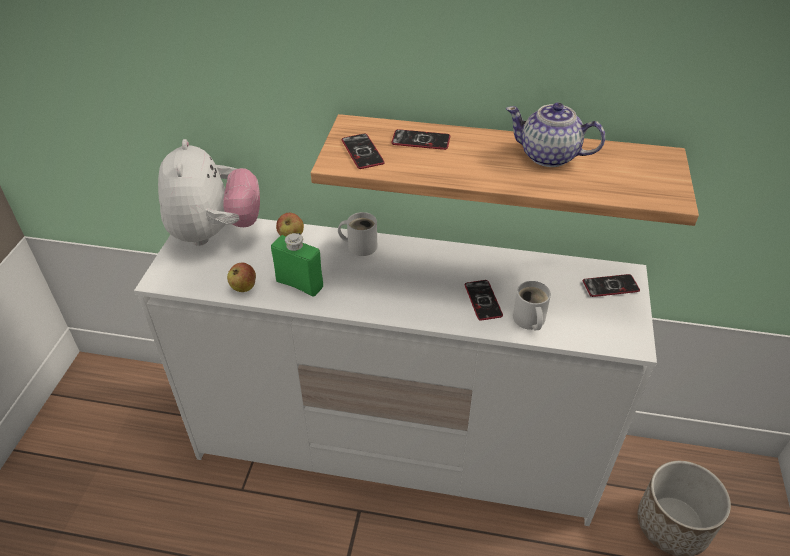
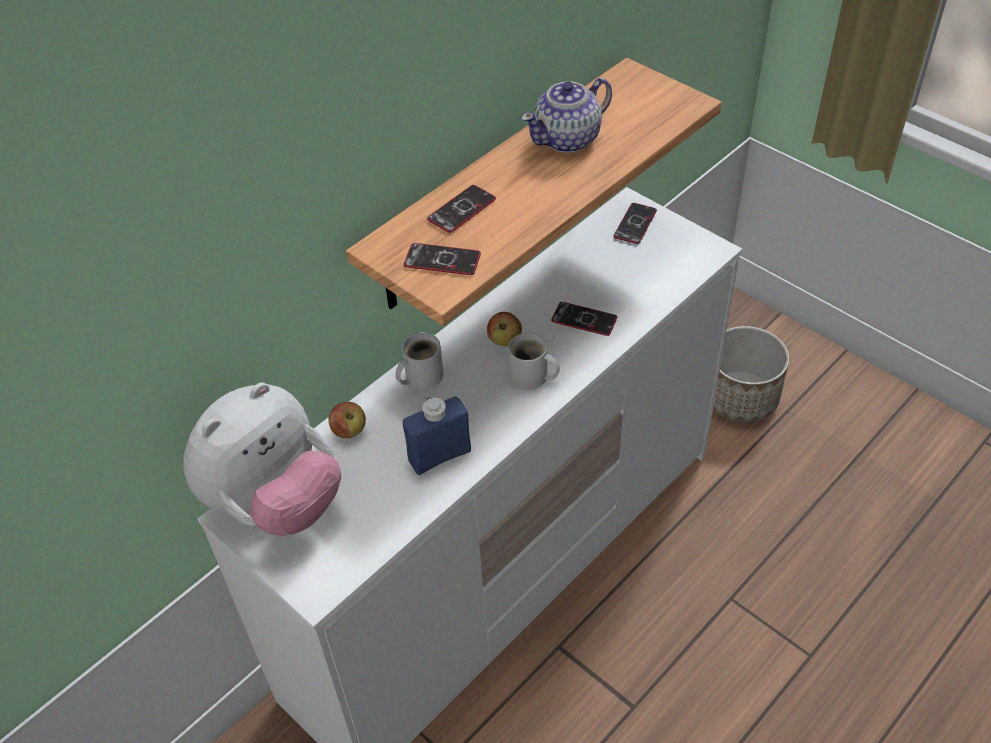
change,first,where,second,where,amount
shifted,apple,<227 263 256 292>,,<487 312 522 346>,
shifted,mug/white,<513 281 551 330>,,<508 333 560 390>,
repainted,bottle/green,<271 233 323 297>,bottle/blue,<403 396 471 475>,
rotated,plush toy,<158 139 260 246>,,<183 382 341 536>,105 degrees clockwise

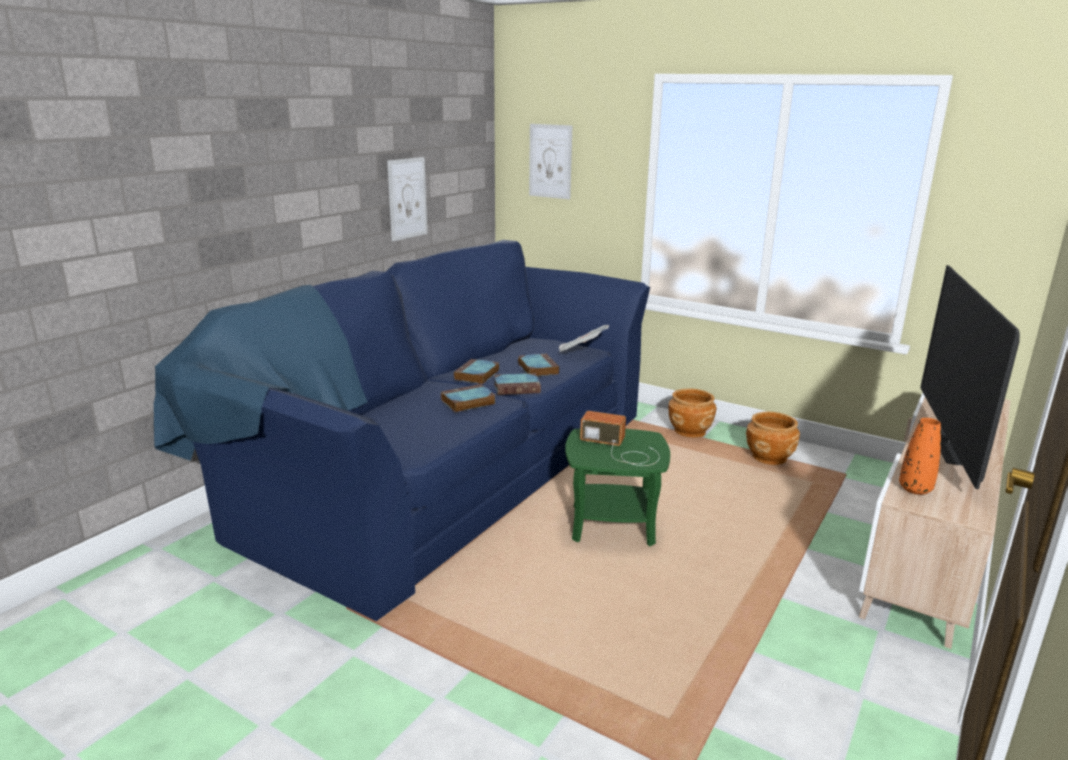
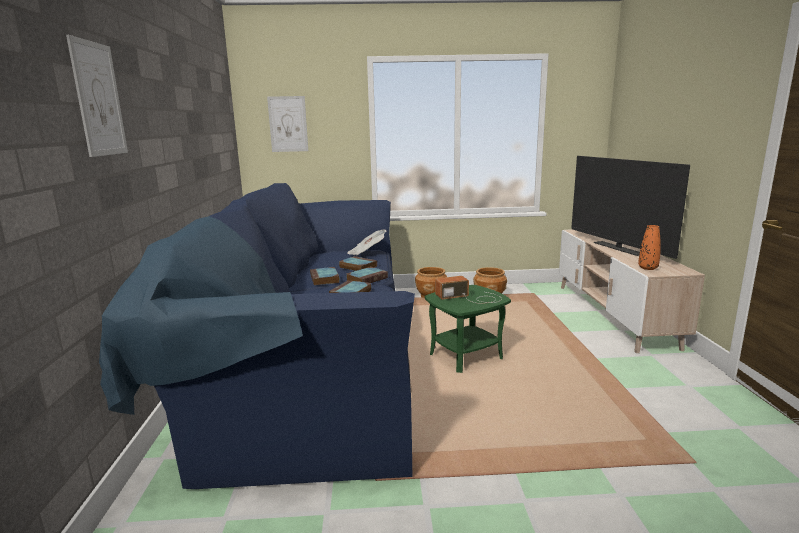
change,first,where,second,where,amount
shifted,picture,<387 157 427 241>,,<66 35 128 157>,

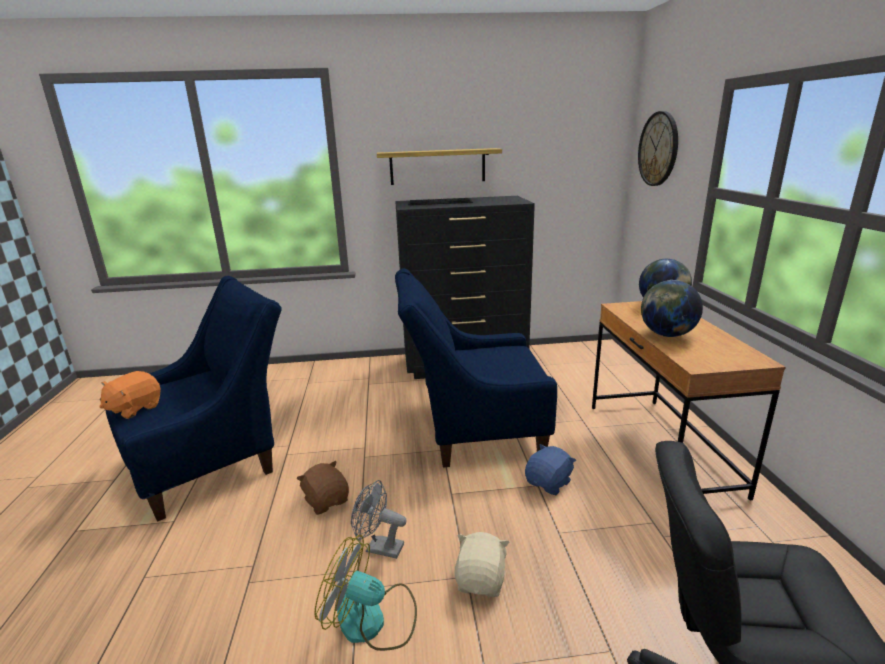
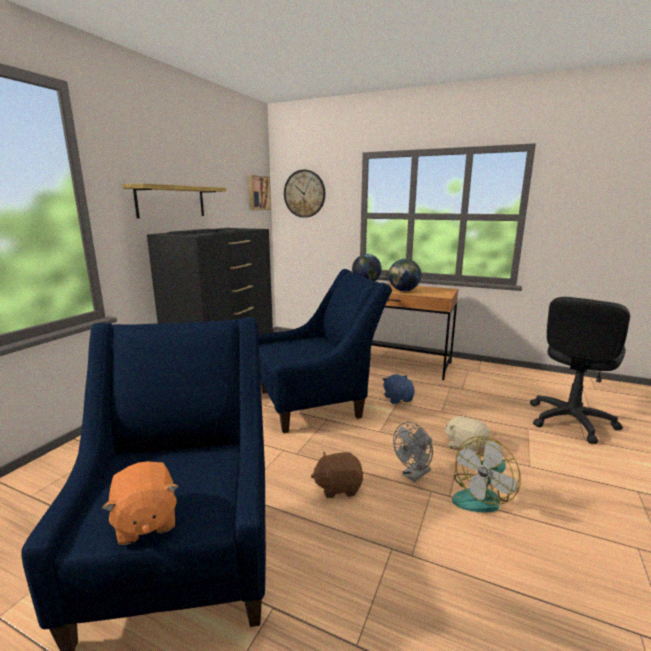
change,first,where,second,where,amount
new,,,picture,<248 175 271 210>,
rotated,armchair/blue,<395 268 557 468>,,<258 269 392 433>,135 degrees counterclockwise

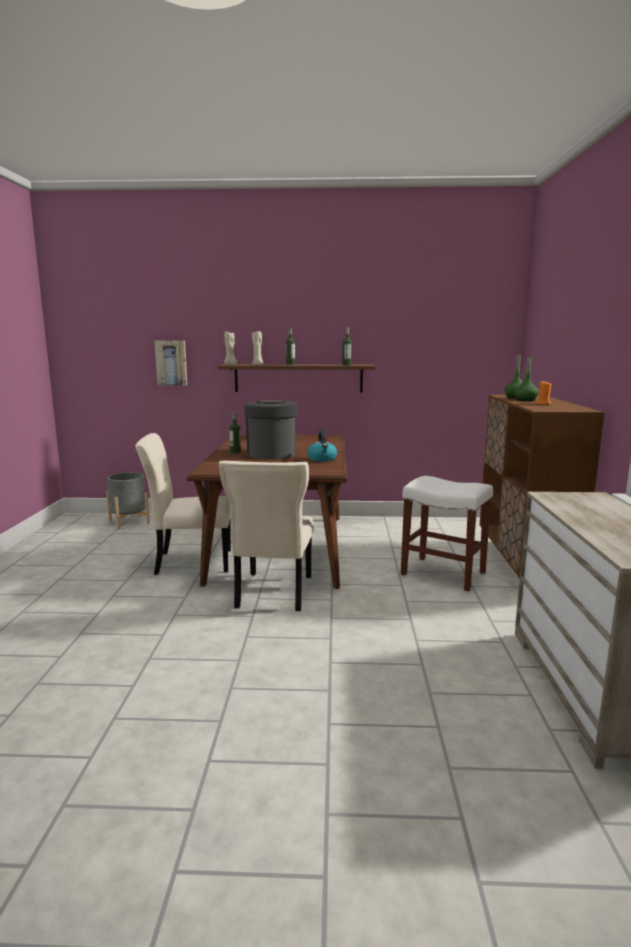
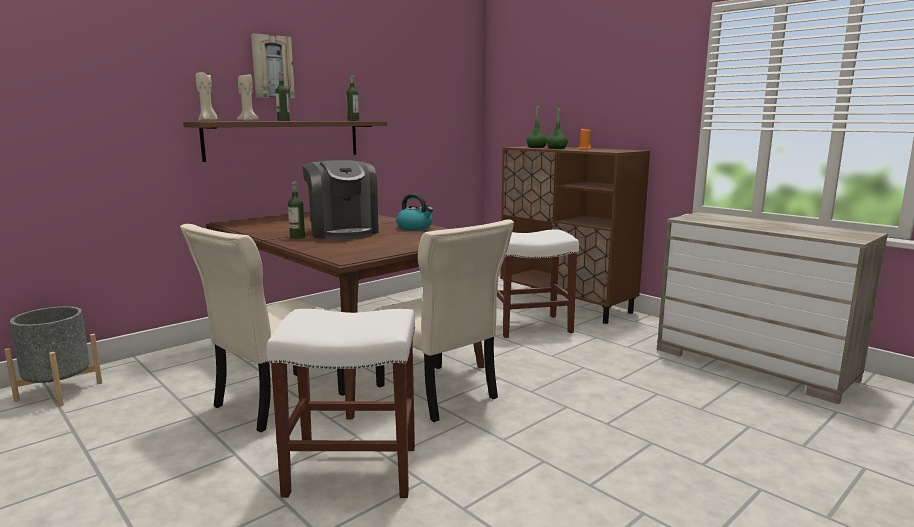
change,first,where,second,where,amount
new,,,stool/white,<267 309 415 498>,
shifted,picture,<154 340 187 385>,,<251 33 295 98>,
rotated,coffee machine,<244 400 298 460>,,<302 160 379 240>,150 degrees counterclockwise

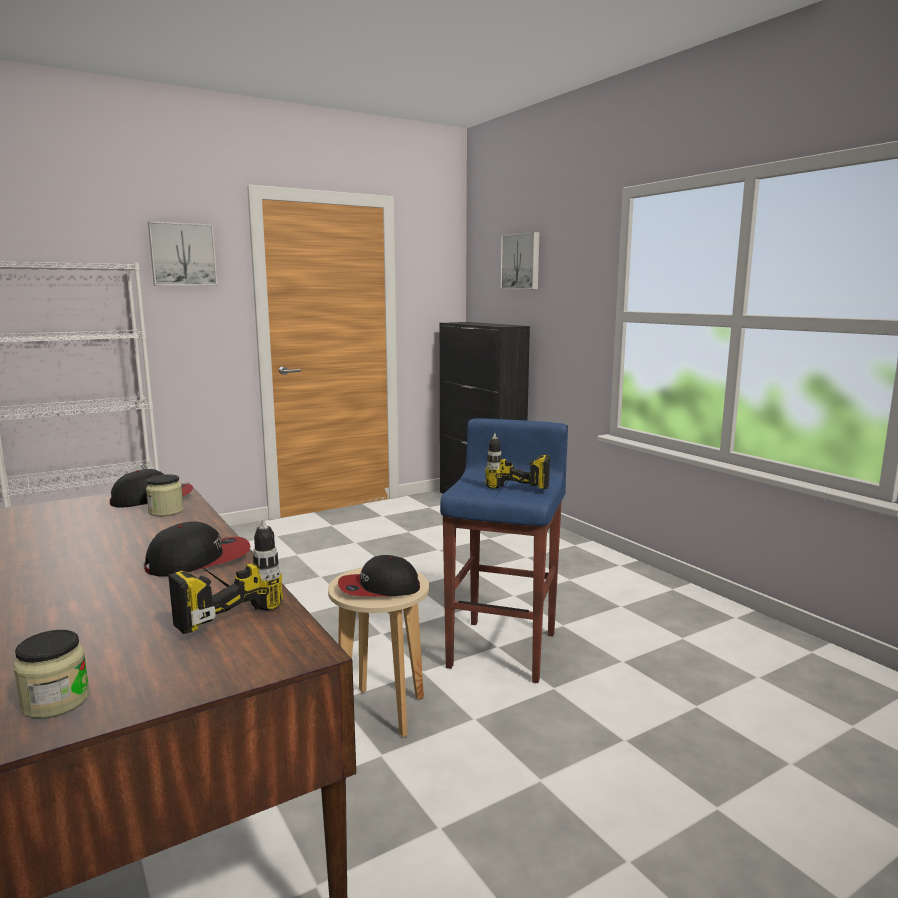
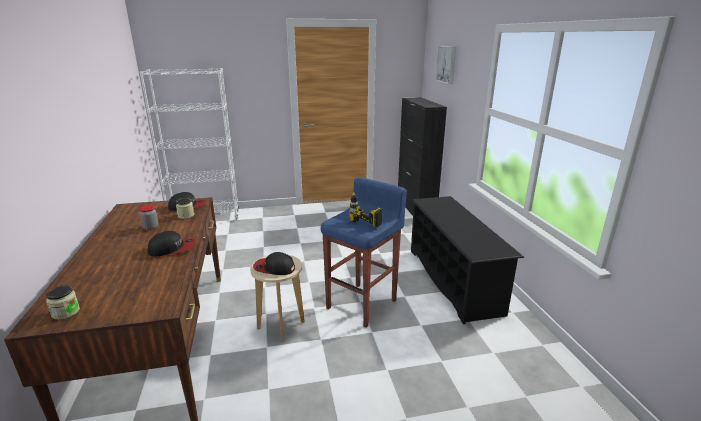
change,first,where,second,where,amount
gone,picture,<148 221 217 286>,,,
gone,power drill,<168 519 283 634>,,,
new,,,jar,<139 205 158 230>,
new,,,shoe rack/black,<411 196 524 324>,

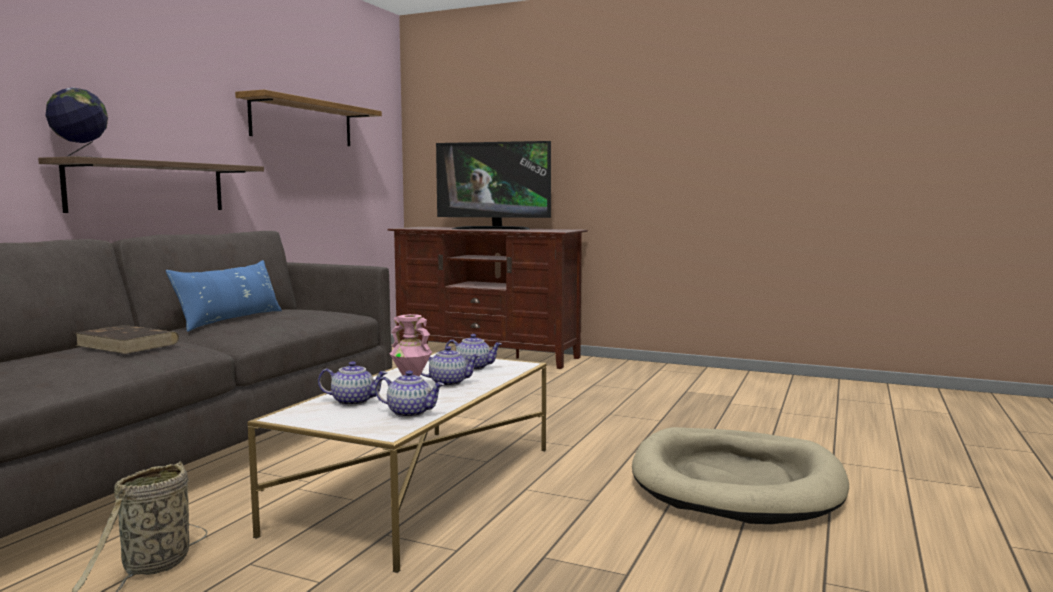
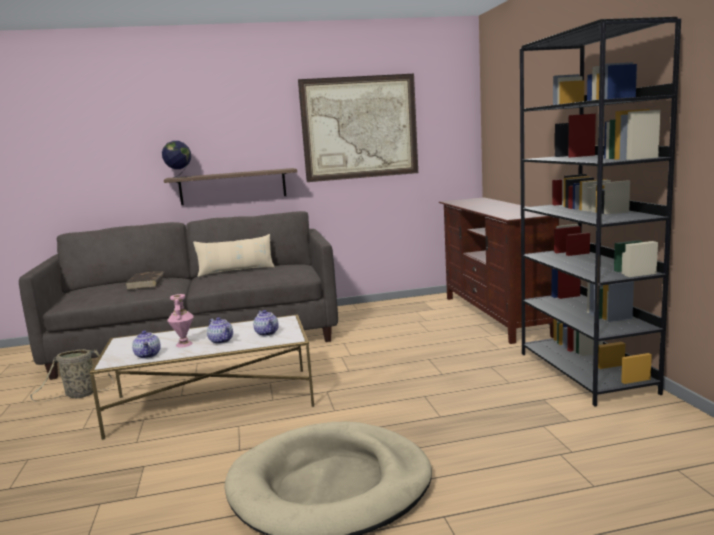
change,first,where,second,where,amount
gone,teapot,<318 361 387 406>,,,
gone,television,<436 141 551 230>,,,
new,,,bookcase/black,<520 17 681 407>,
swapped,shelf,<235 89 382 146>,picture,<298 74 418 182>,
repainted,pillow/blue,<166 260 282 332>,pillow/beige,<193 234 275 277>,

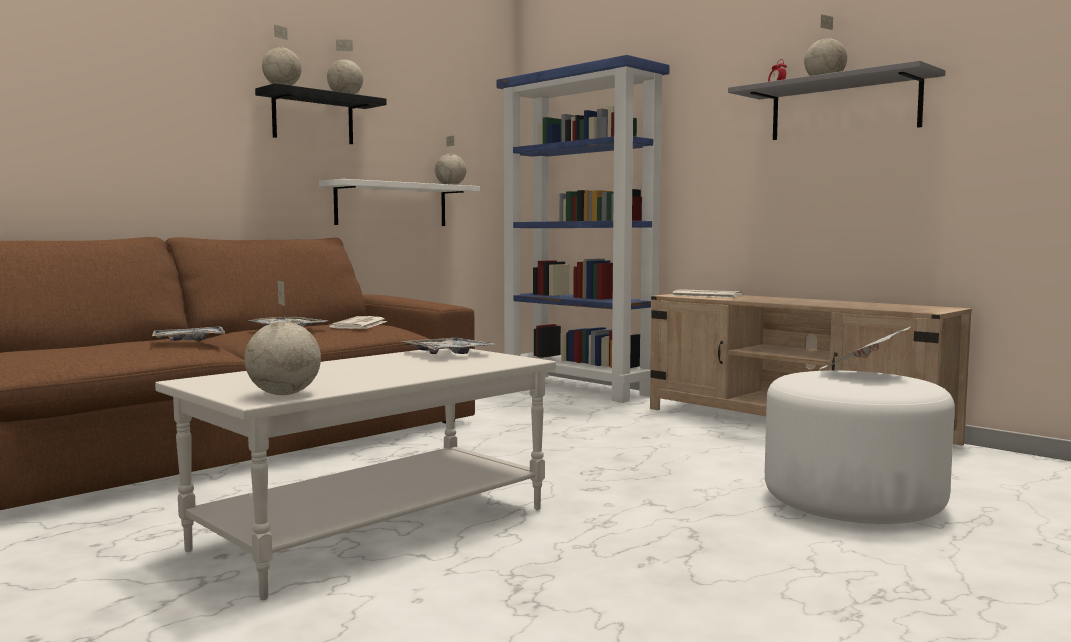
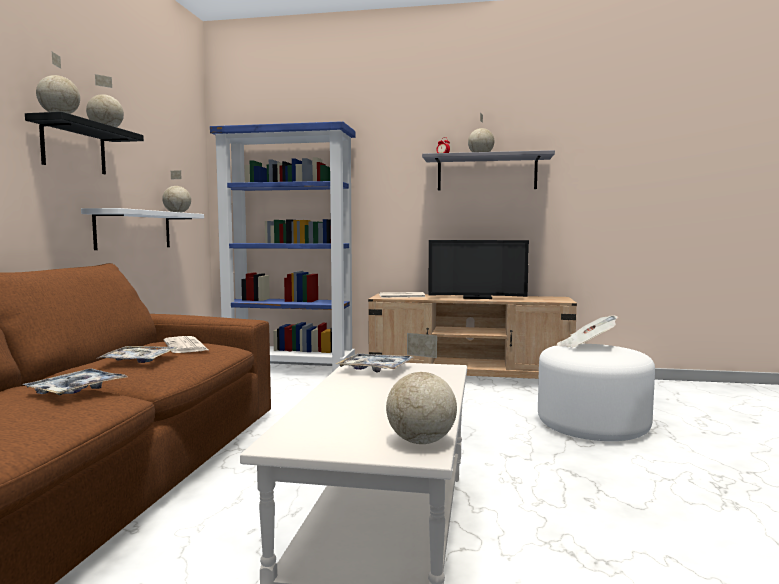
change,first,where,second,where,amount
new,,,television,<428 240 529 299>,

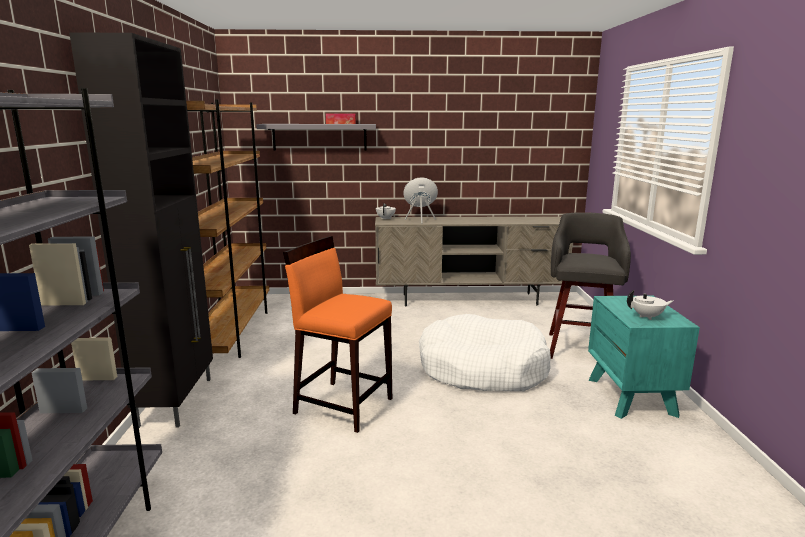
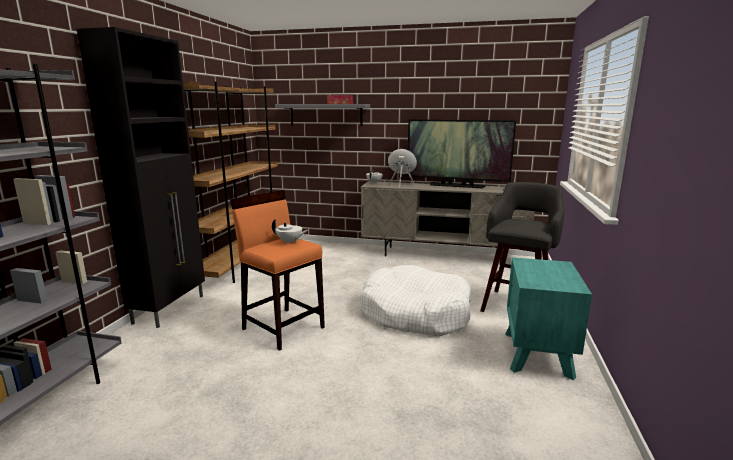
change,first,where,second,where,amount
new,,,television,<407 119 516 188>,
shifted,teapot/white,<627 290 673 320>,,<272 219 308 244>,

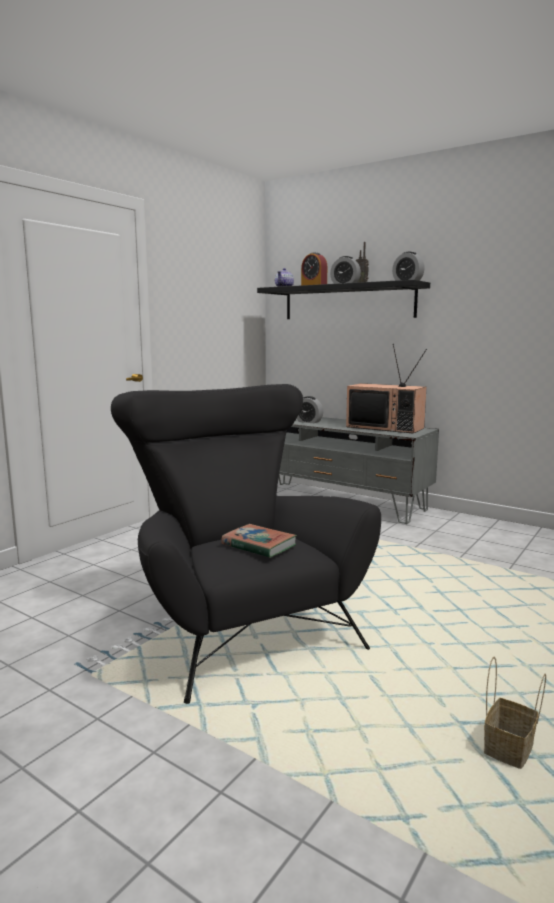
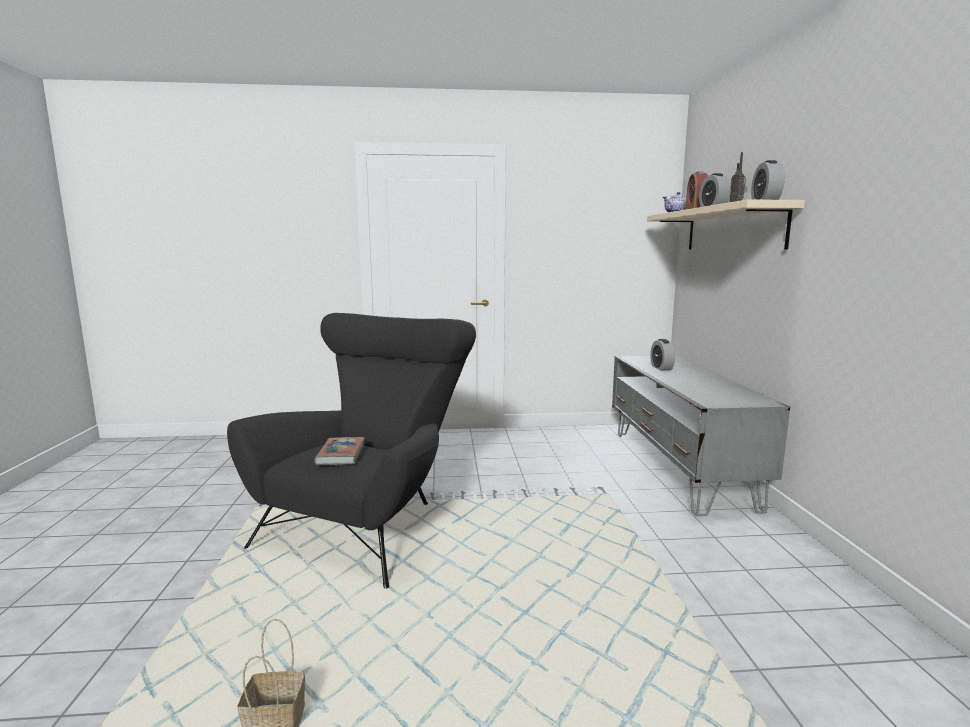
change,first,where,second,where,amount
gone,television,<346 344 427 434>,,,
repainted,shelf/black,<257 280 430 319>,shelf/beige,<647 199 805 250>,

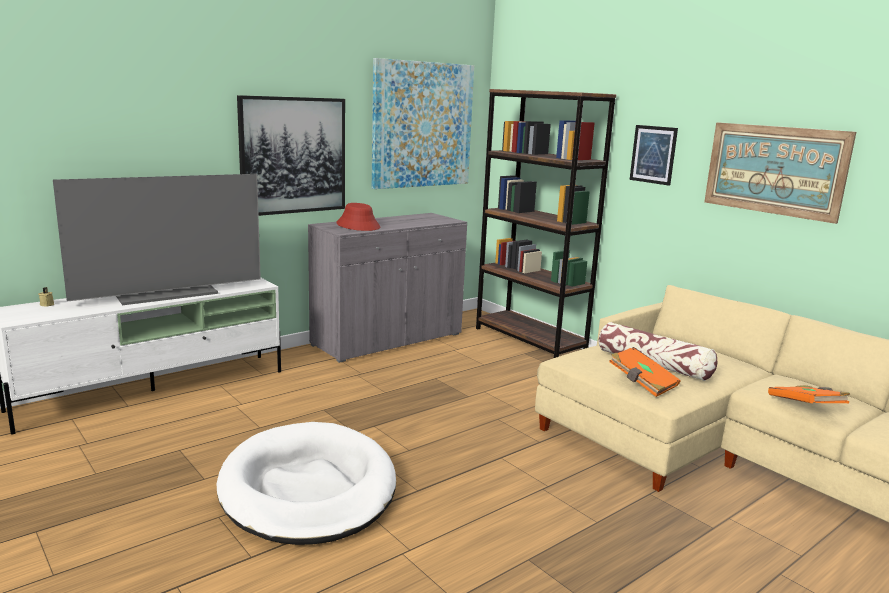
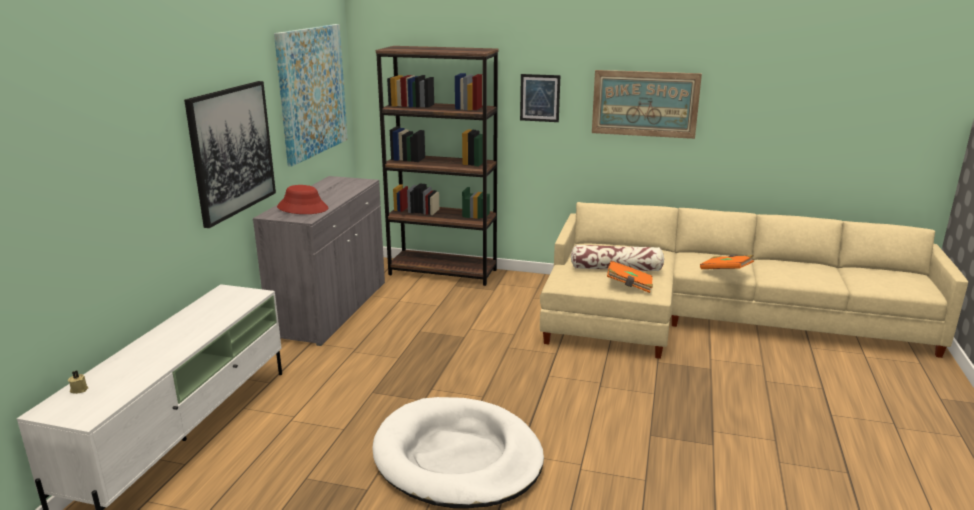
change,first,where,second,where,amount
gone,television,<53 174 261 305>,,,

